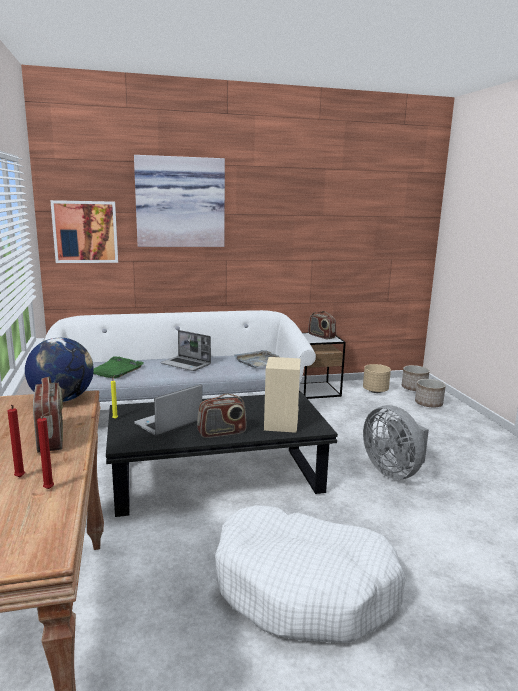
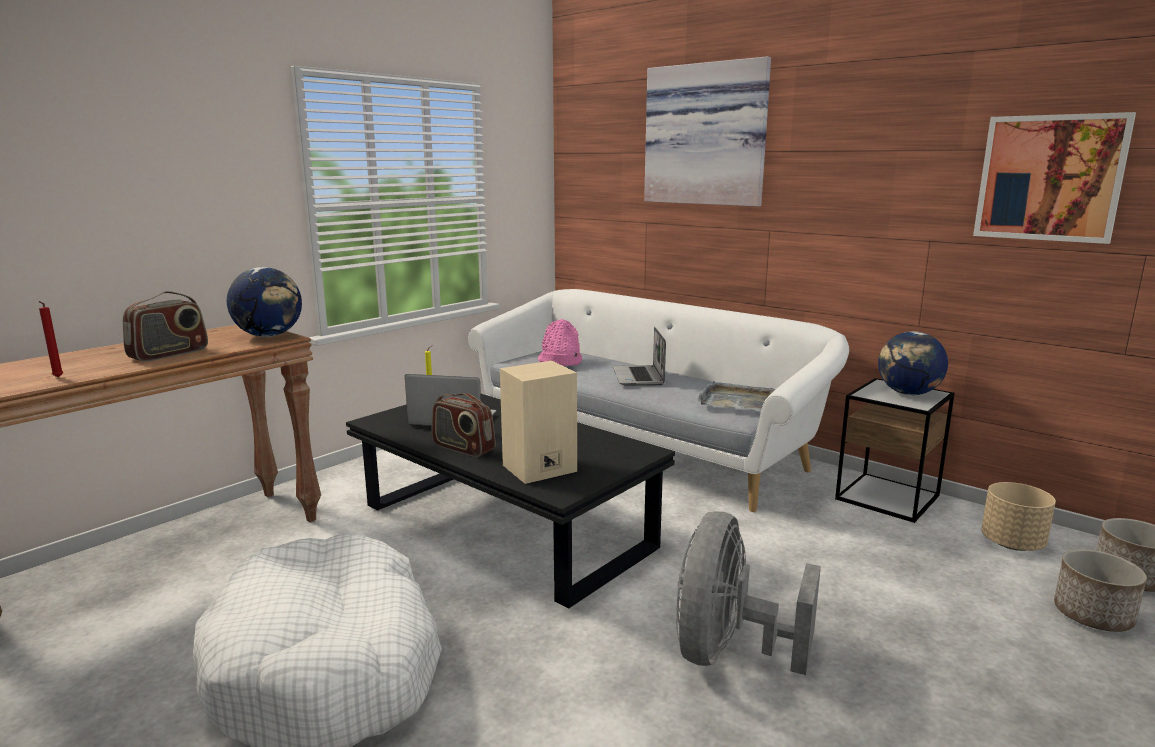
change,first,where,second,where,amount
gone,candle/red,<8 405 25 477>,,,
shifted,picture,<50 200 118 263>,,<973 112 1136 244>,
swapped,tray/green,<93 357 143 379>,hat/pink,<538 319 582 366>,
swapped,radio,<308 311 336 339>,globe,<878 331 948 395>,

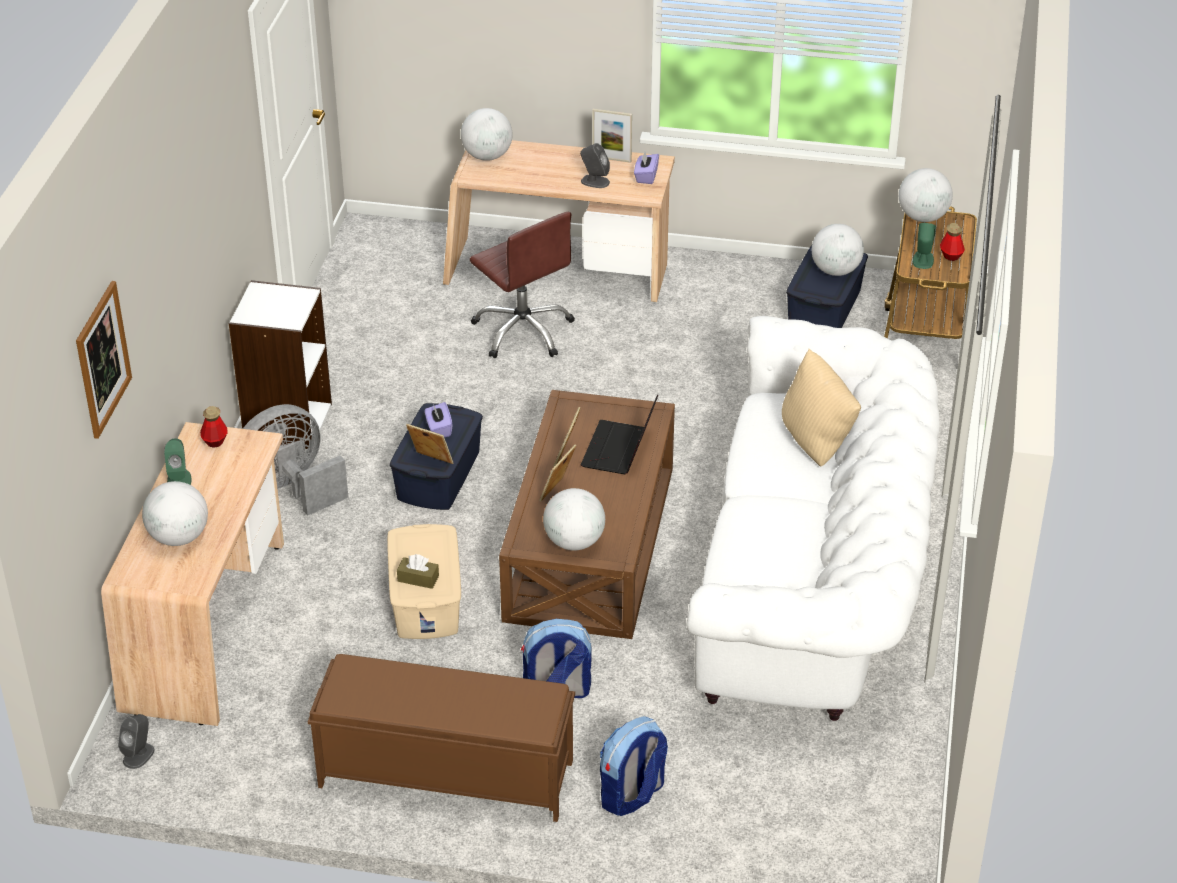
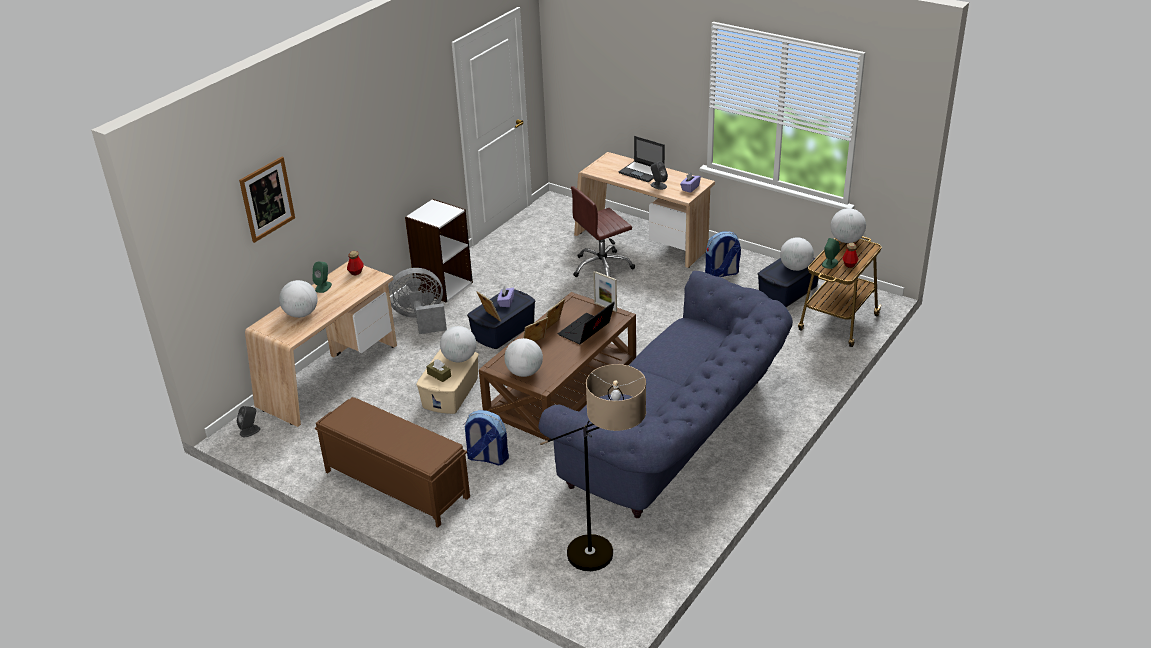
change,first,where,second,where,amount
gone,pillow/beige,<782 349 861 467>,,,
new,,,floor lamp,<540 364 646 571>,
new,,,laptop,<619 136 665 182>,
shifted,globe,<461 108 513 161>,,<440 326 476 362>,
shifted,picture frame,<592 109 632 163>,,<593 271 617 312>,
shifted,backpack,<600 716 668 816>,,<705 231 741 277>,
repainted,sofa/white,<686 316 940 721>,sofa/blue,<538 271 793 518>,
rotated,office chair/brown,<470 212 575 358>,,<571 186 635 277>,75 degrees clockwise

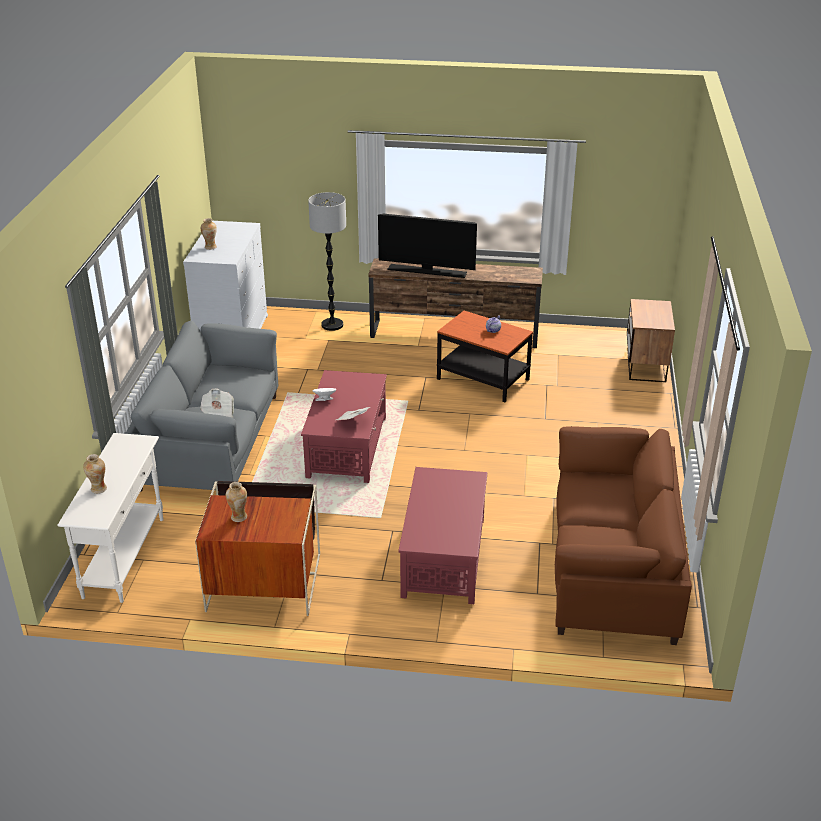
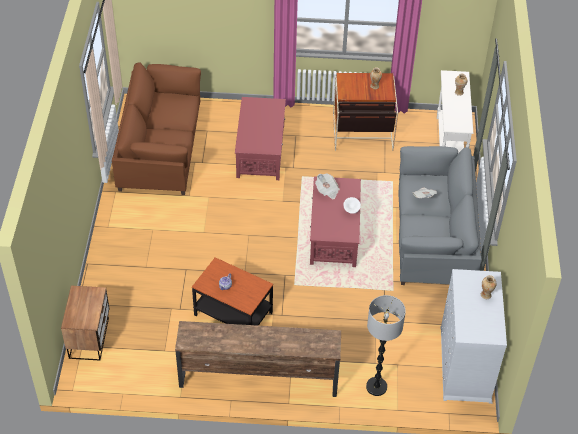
change,first,where,second,where,amount
gone,television,<378 213 477 278>,,,

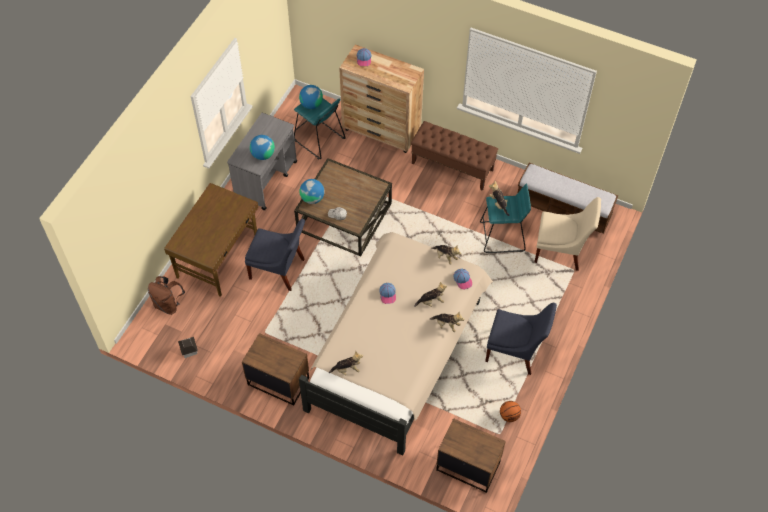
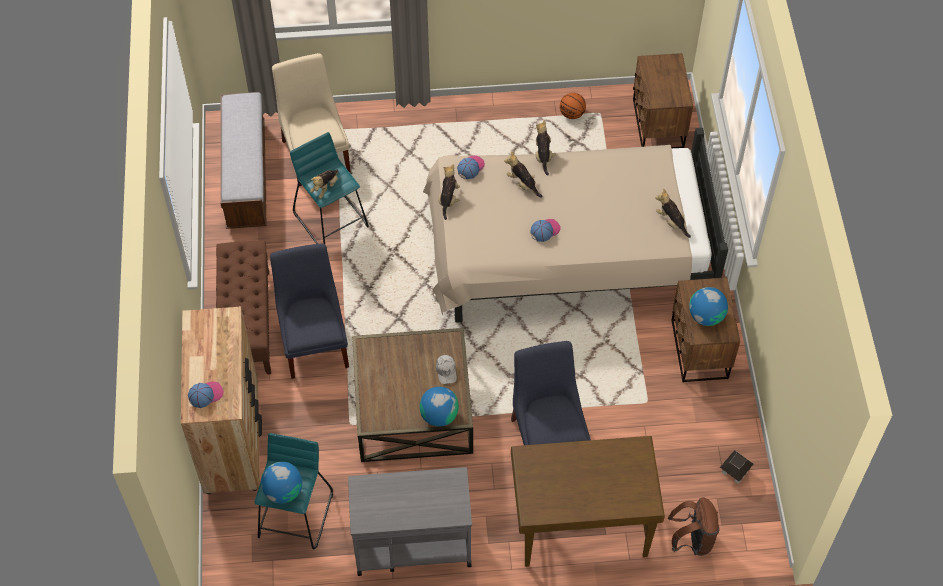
change,first,where,second,where,amount
shifted,globe,<250 135 275 160>,,<689 287 728 326>,
shifted,chair/blue,<485 303 557 375>,,<270 243 349 379>,

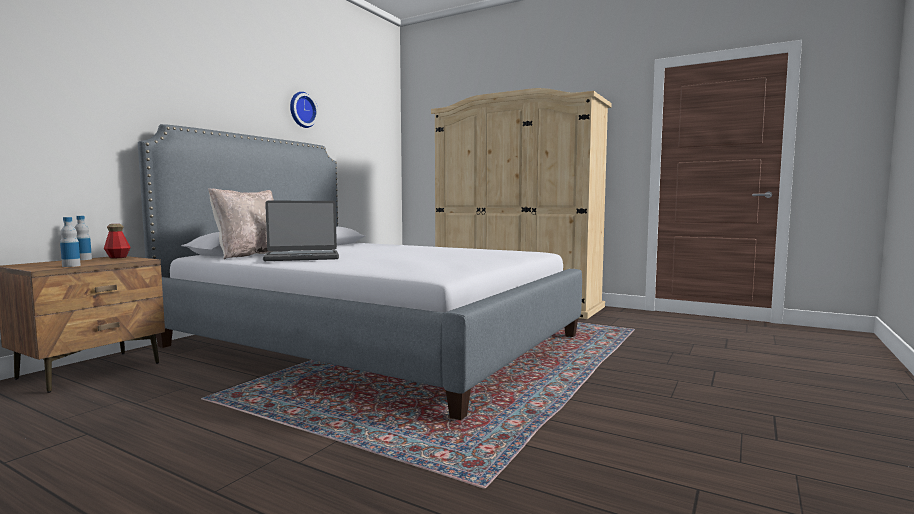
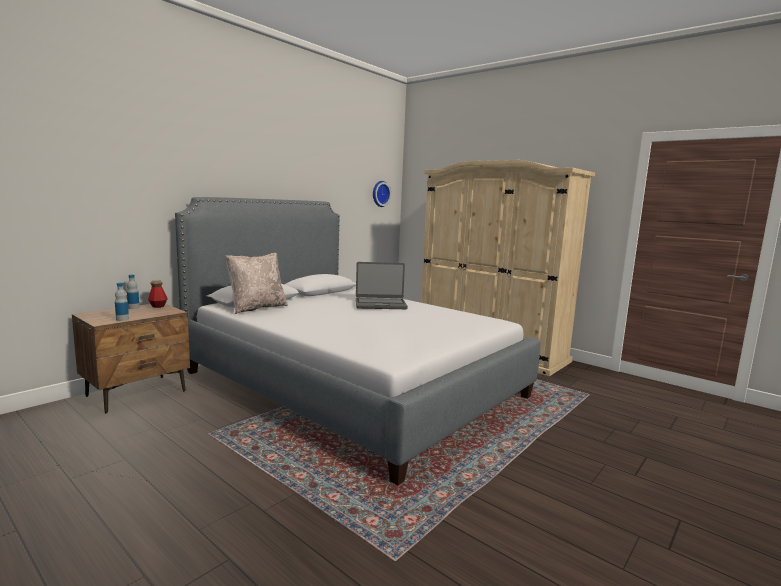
change,first,where,second,where,amount
shifted,laptop,<263 201 339 261>,,<356 262 408 309>,
shifted,wall clock,<290 92 318 128>,,<373 181 391 207>,

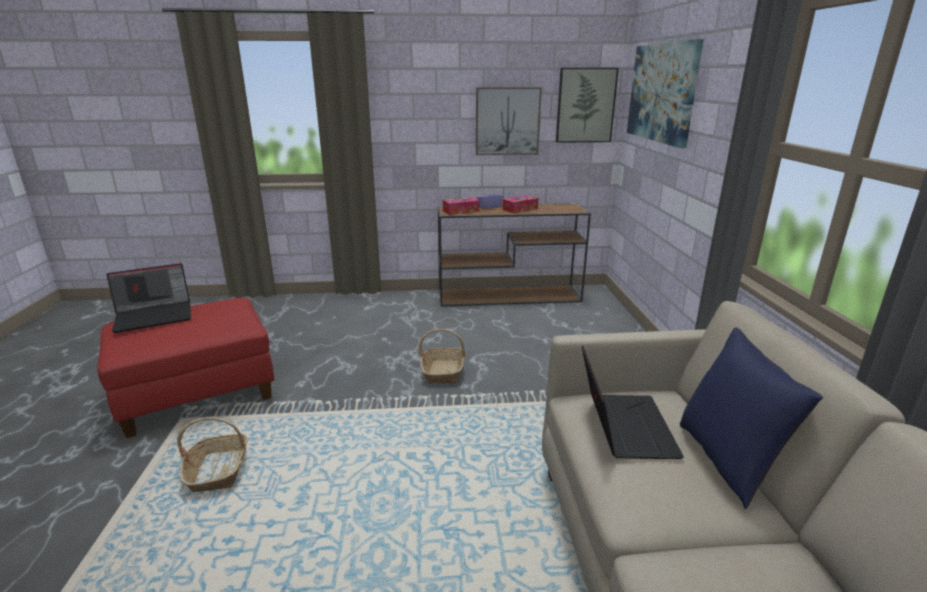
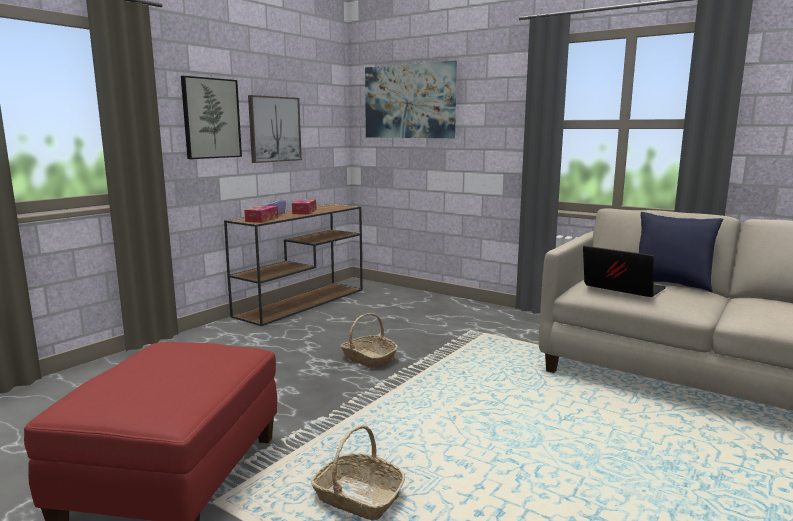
change,first,where,second,where,amount
gone,laptop,<106 263 191 333>,,,
shifted,picture,<556 68 619 143>,,<181 76 242 159>,

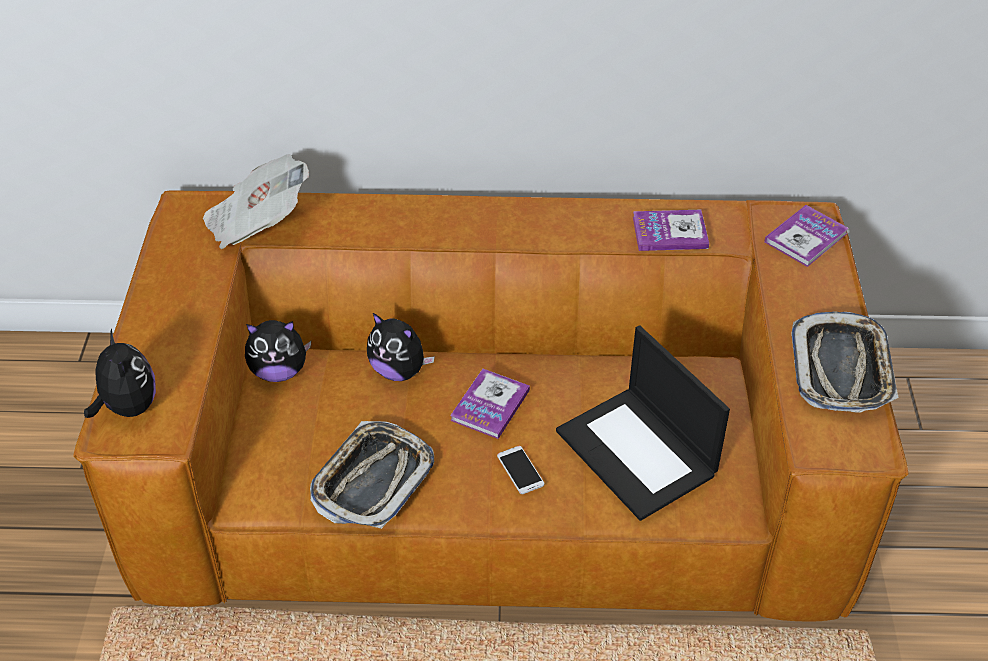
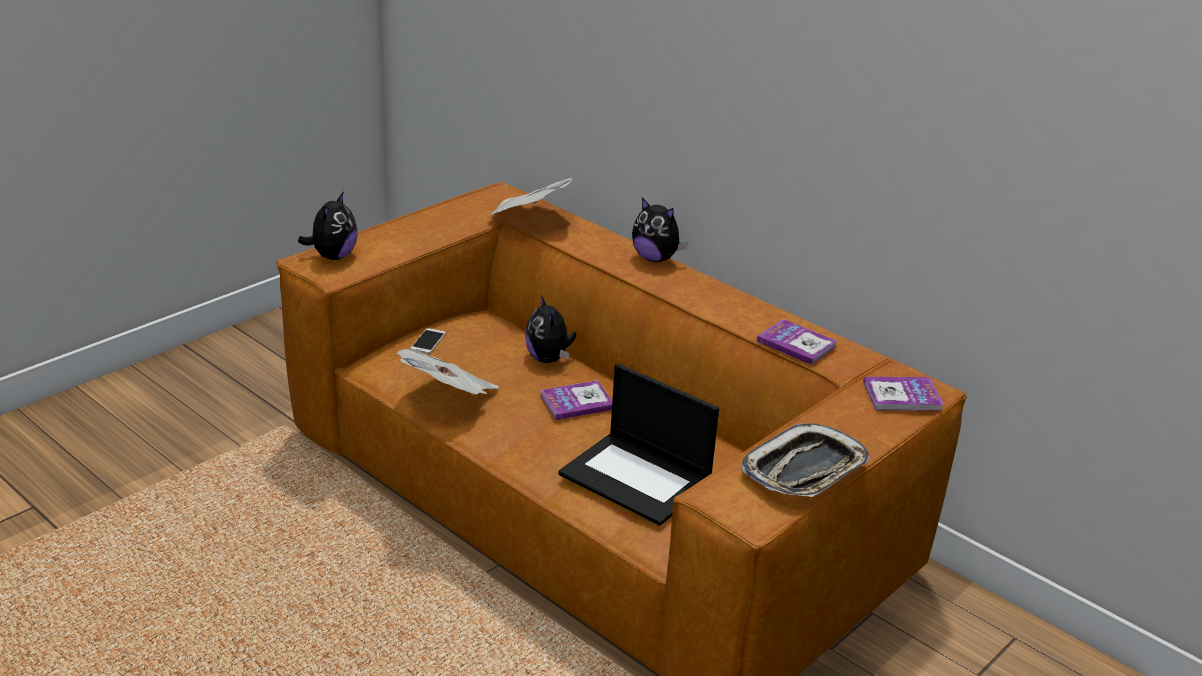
change,first,where,second,where,amount
shifted,plush toy,<245 320 311 382>,,<632 198 688 262>,
shifted,phone,<497 446 544 494>,,<410 328 446 354>,
swapped,tray,<310 421 434 529>,newspaper,<397 349 499 395>,
rotated,laptop,<556 325 730 521>,,<558 363 719 526>,60 degrees counterclockwise

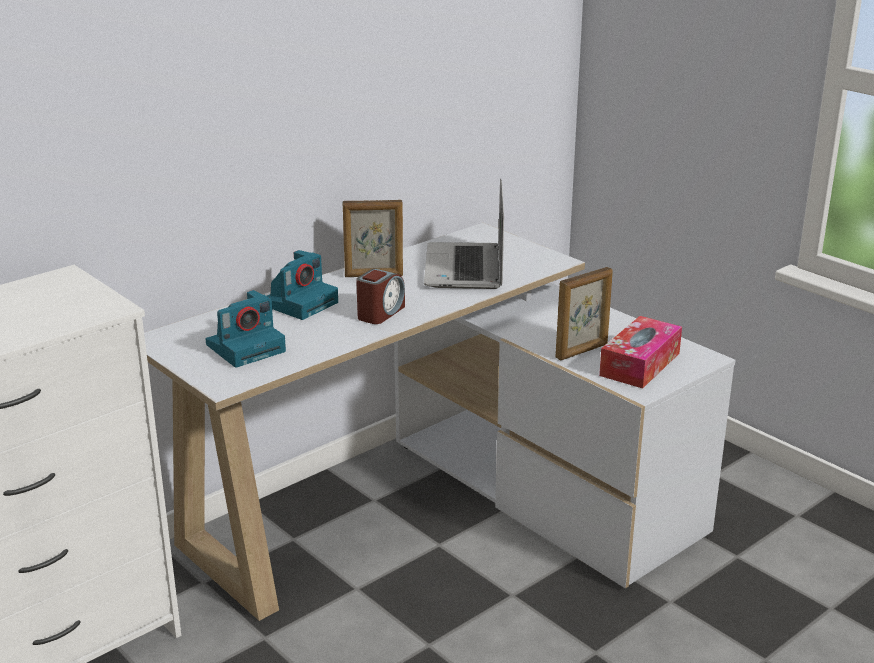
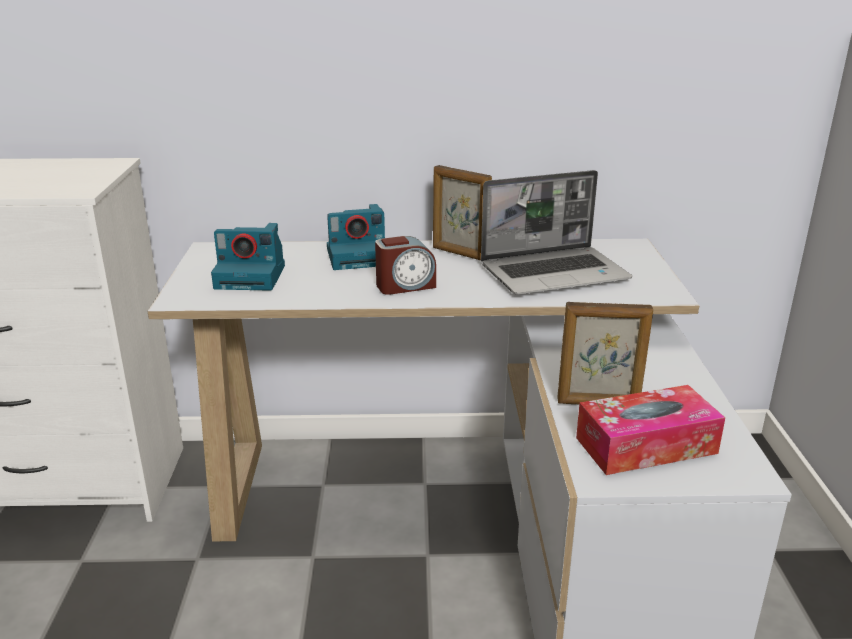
change,first,where,second,where,amount
rotated,laptop,<424 179 504 289>,,<481 170 632 295>,150 degrees counterclockwise

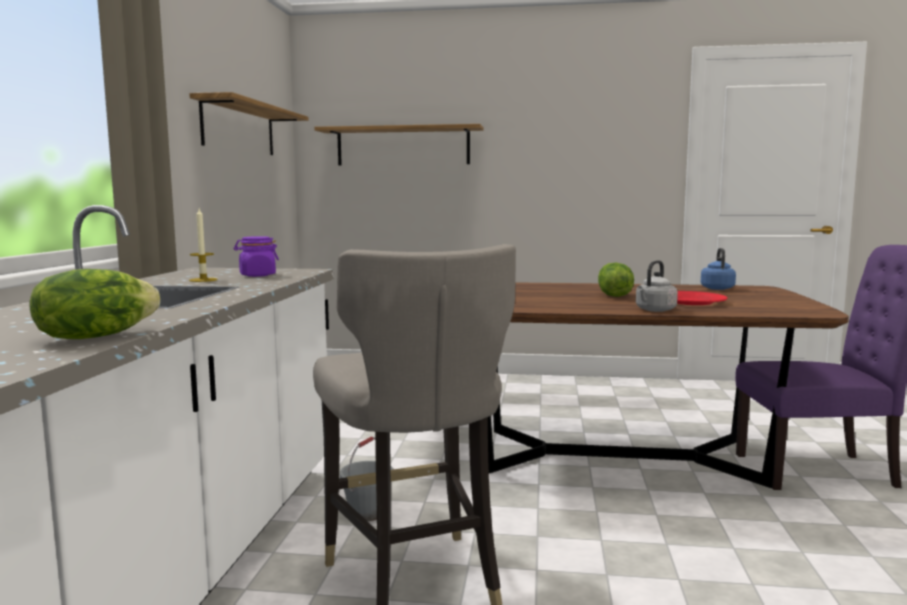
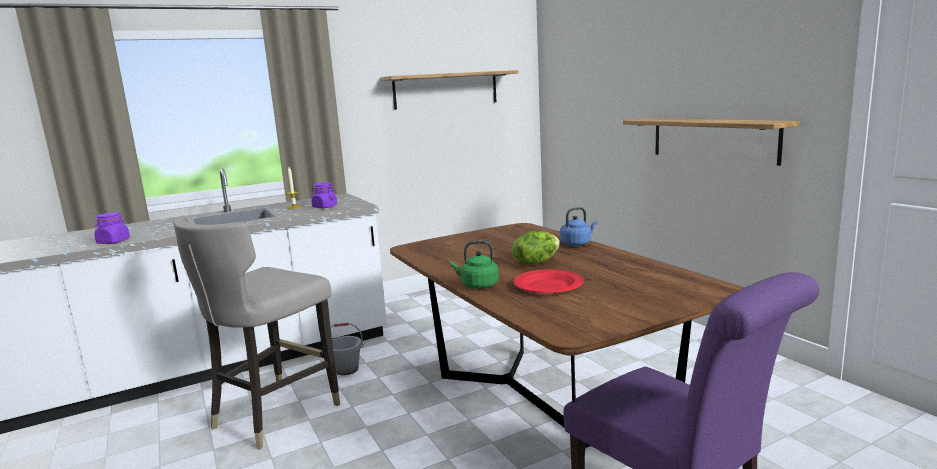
change,first,where,second,where,amount
shifted,shelf,<314 124 483 166>,,<623 118 800 166>,
shifted,kettle/blue,<701 248 736 290>,,<560 207 597 246>,
swapped,lettuce,<29 269 160 339>,jar/purple,<94 212 130 244>,
repainted,kettle/grey,<636 260 678 312>,kettle/green,<450 241 499 289>,

